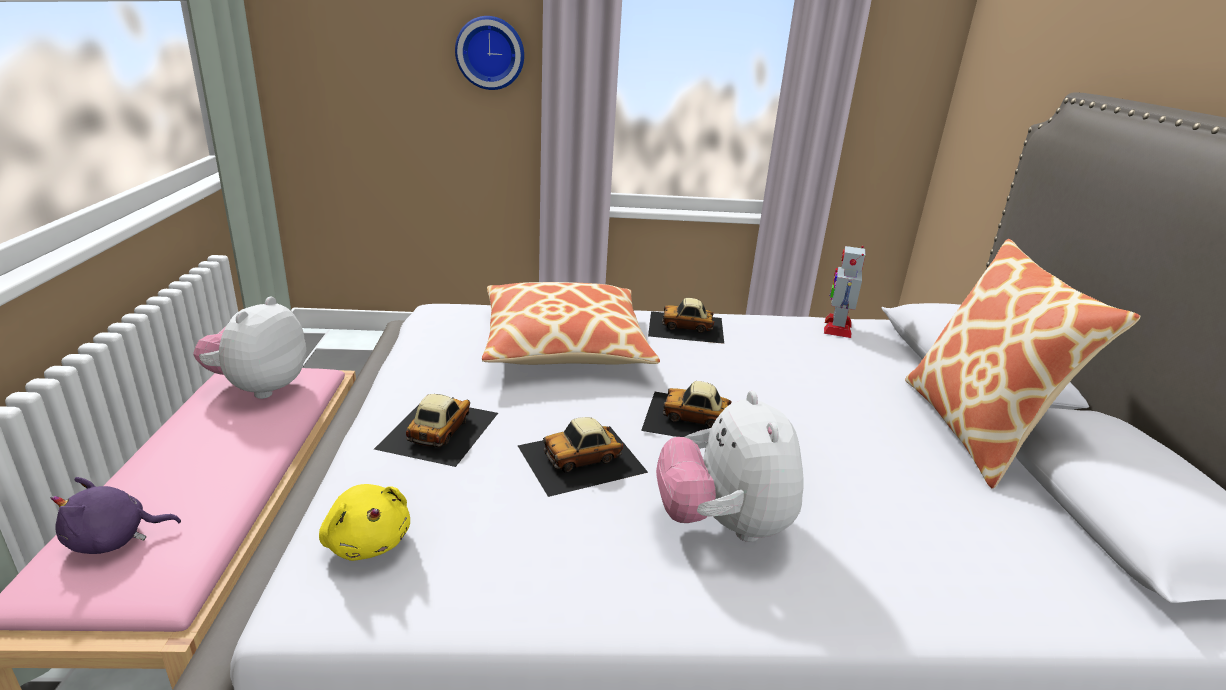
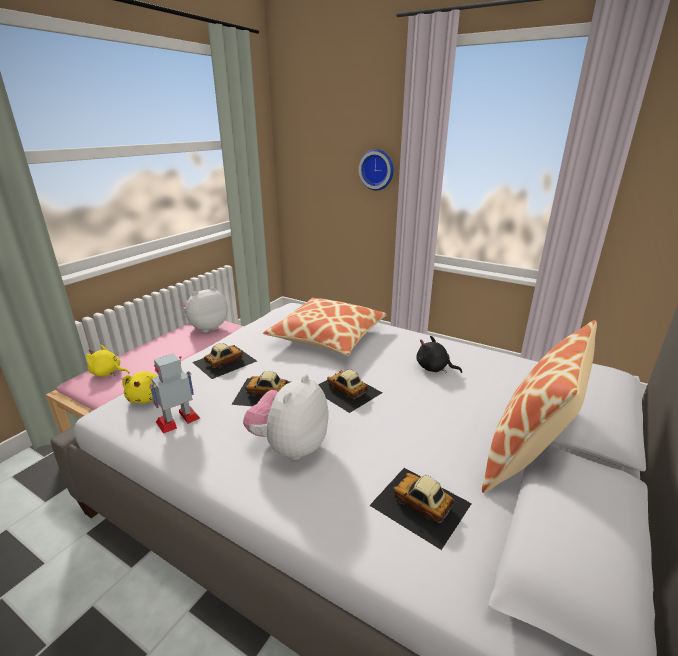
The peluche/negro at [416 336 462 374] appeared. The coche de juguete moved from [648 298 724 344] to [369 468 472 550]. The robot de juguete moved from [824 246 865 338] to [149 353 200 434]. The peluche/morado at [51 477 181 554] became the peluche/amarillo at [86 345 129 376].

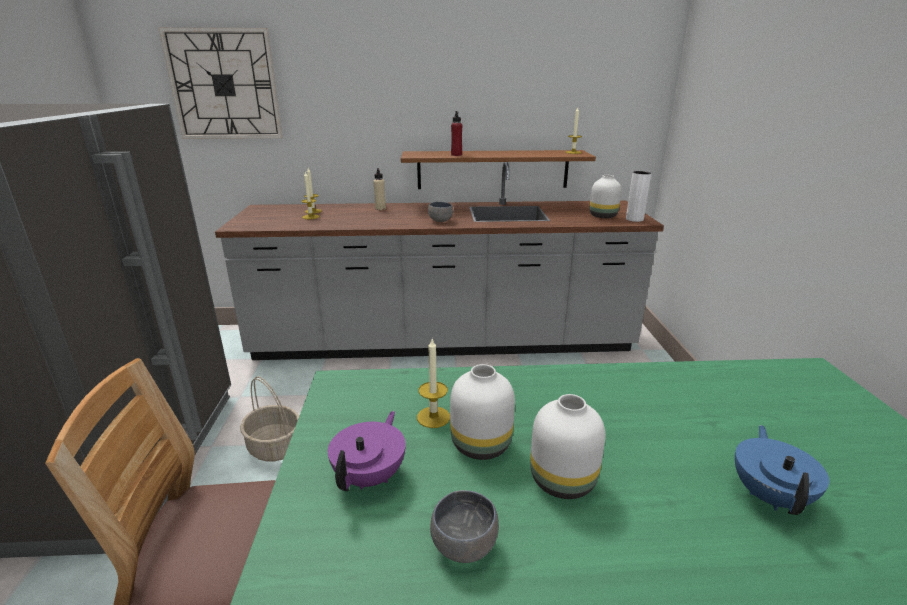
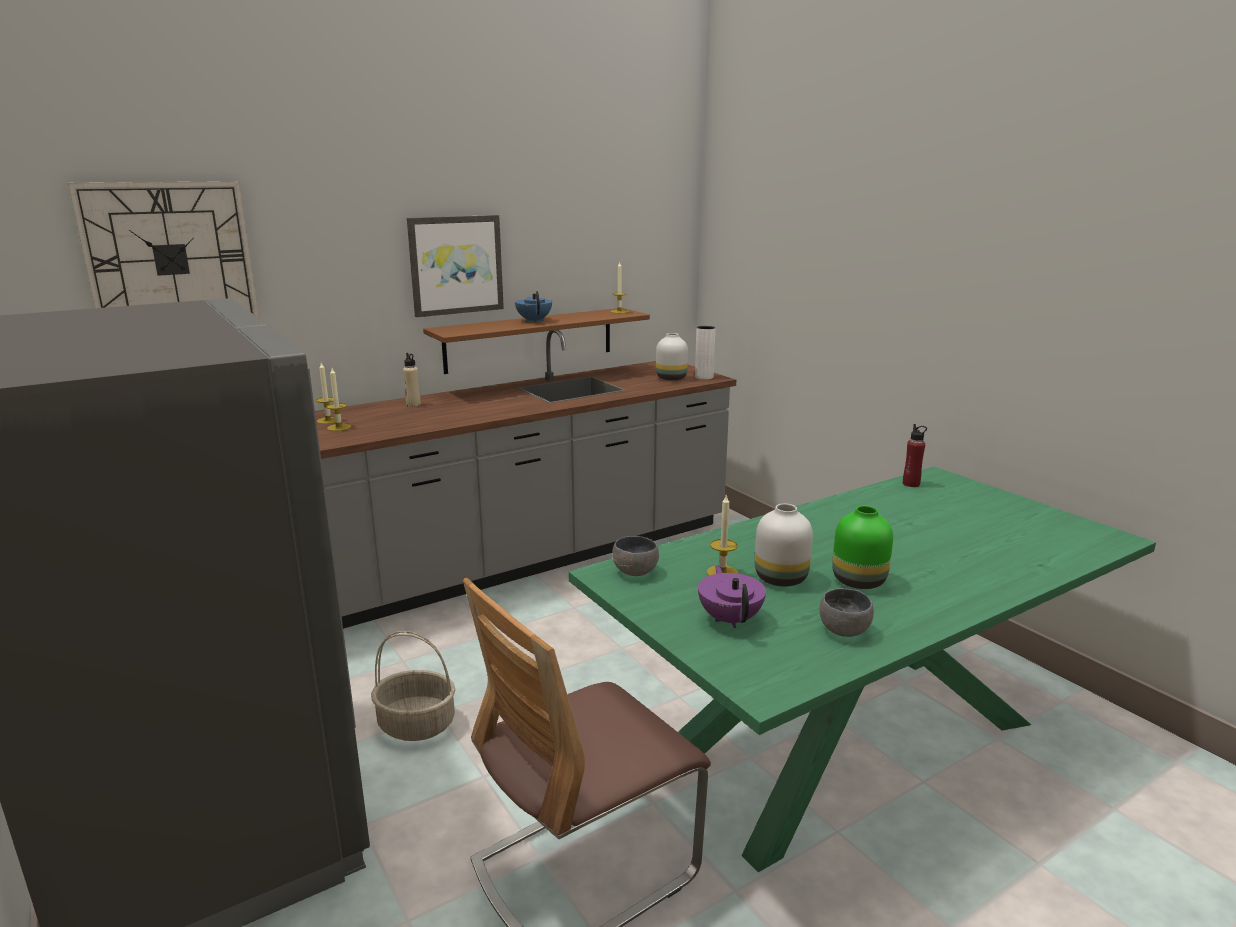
The cuadro at [407 215 504 317] appeared. The cuenco/gris moved from [428 202 453 222] to [612 536 659 576]. The botella/rojo moved from [451 111 462 156] to [903 424 927 487]. The tetera/azul moved from [735 425 829 515] to [515 291 552 323]. The florero/blanco at [530 394 605 499] became the florero/verde at [832 506 893 589].

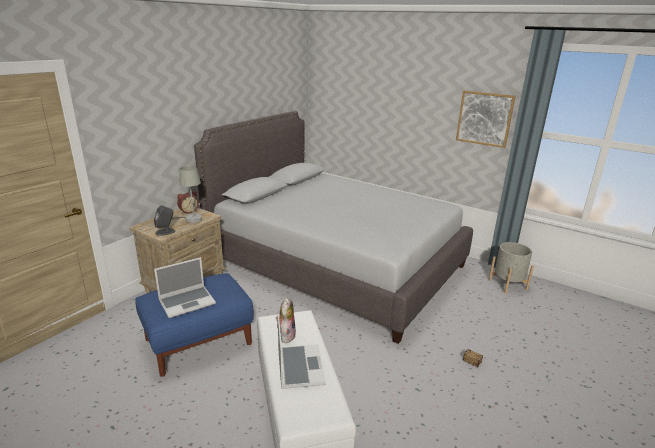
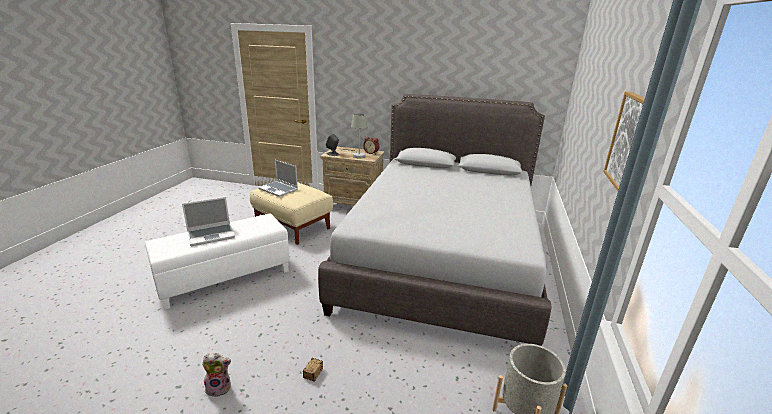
The peluche moved from [276 298 296 343] to [202 353 231 397]. The puf/azul at [135 273 254 377] became the puf/beis at [250 182 333 245].

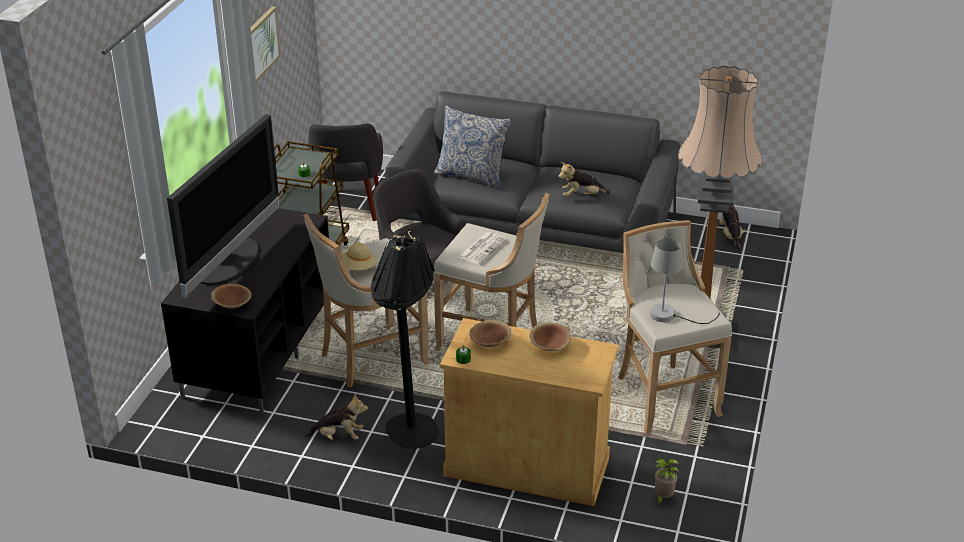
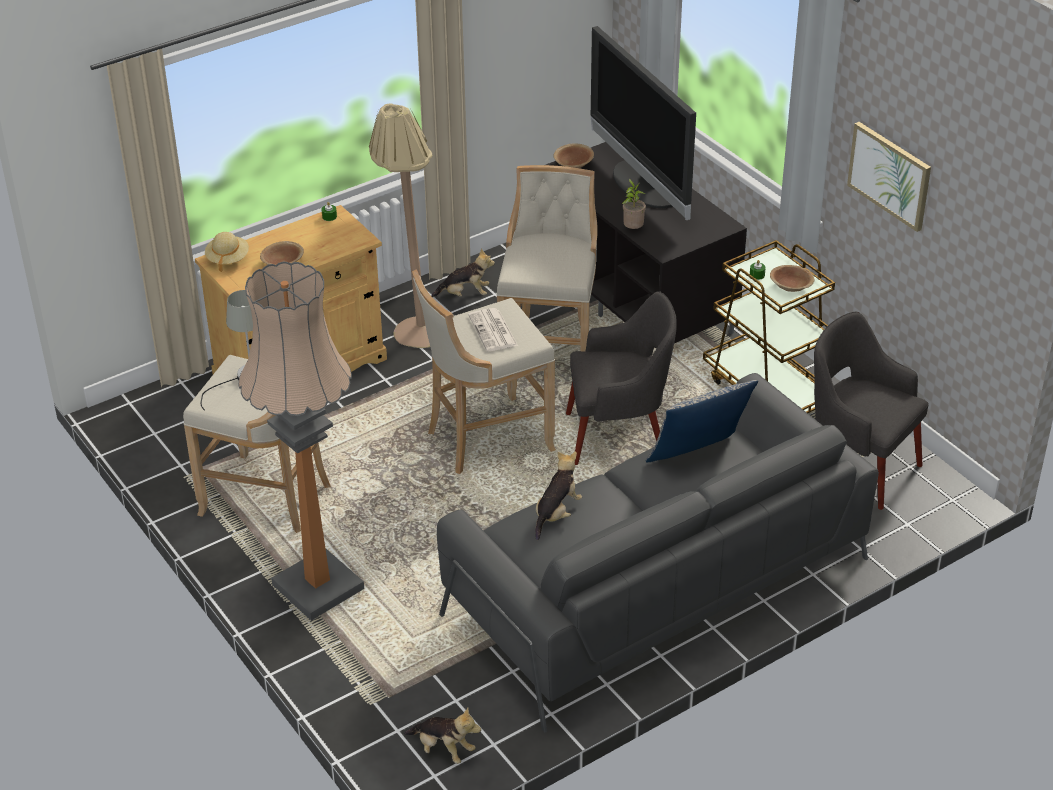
The sombrero/beis moved from [342 243 377 270] to [205 232 249 272]. The cuenco/marrón moved from [469 320 511 347] to [770 265 814 292]. The planta en maceta moved from [655 459 679 505] to [622 179 646 229]. The lámpara de pie/negro at [371 231 439 449] became the lámpara de pie/beis at [369 103 432 348]. The peluche at [305 393 368 440] turned 135 degrees counterclockwise.

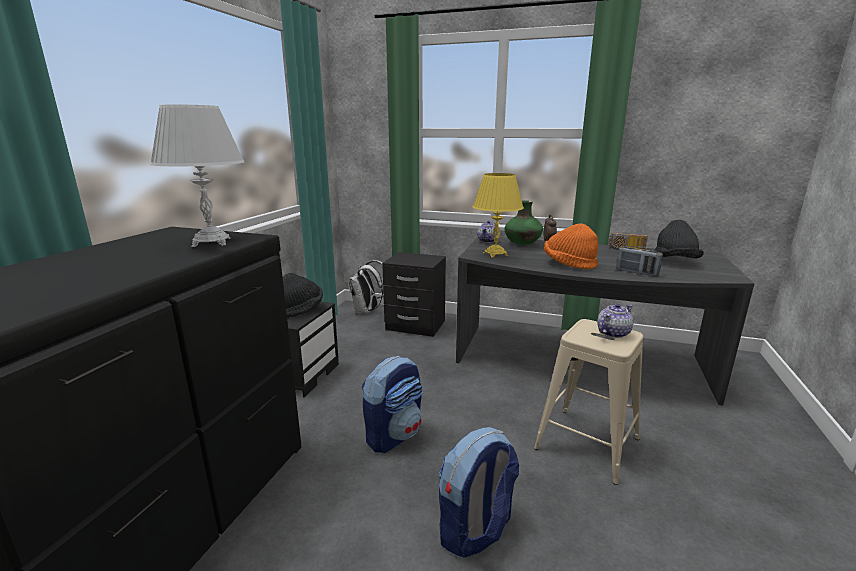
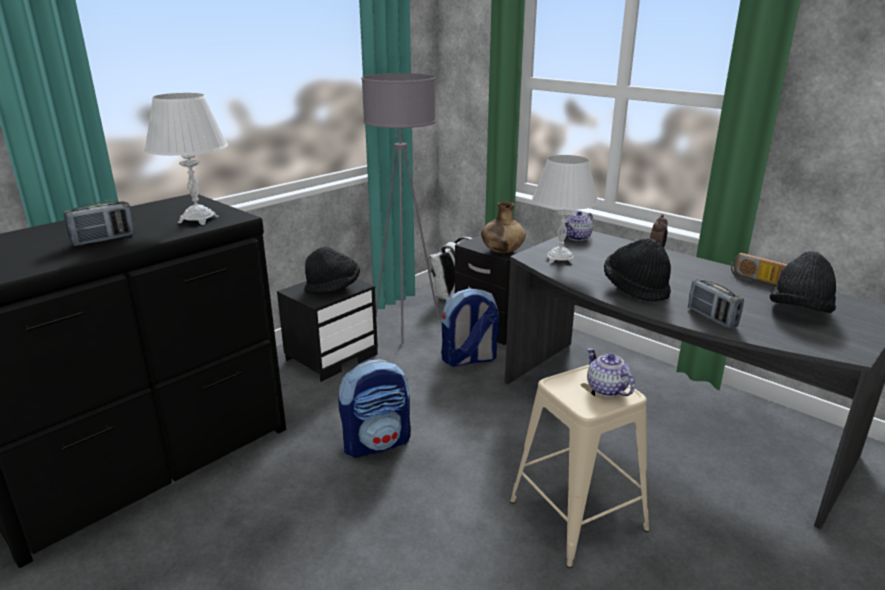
The florero/verde at [504 200 543 245] disappeared. The radio at [63 201 135 246] appeared. The lámpara de pie/gris at [362 73 439 344] appeared. The florero/marrón at [481 202 526 253] appeared. The mochila moved from [439 427 519 558] to [441 288 499 367]. The lámpara de mesa/amarillo at [472 173 524 258] became the lámpara de mesa/blanco at [532 155 598 264]. The sombrero/naranja at [544 223 598 270] became the sombrero/negro at [604 238 671 302]. The tetera at [597 303 633 338] turned 105 degrees counterclockwise.

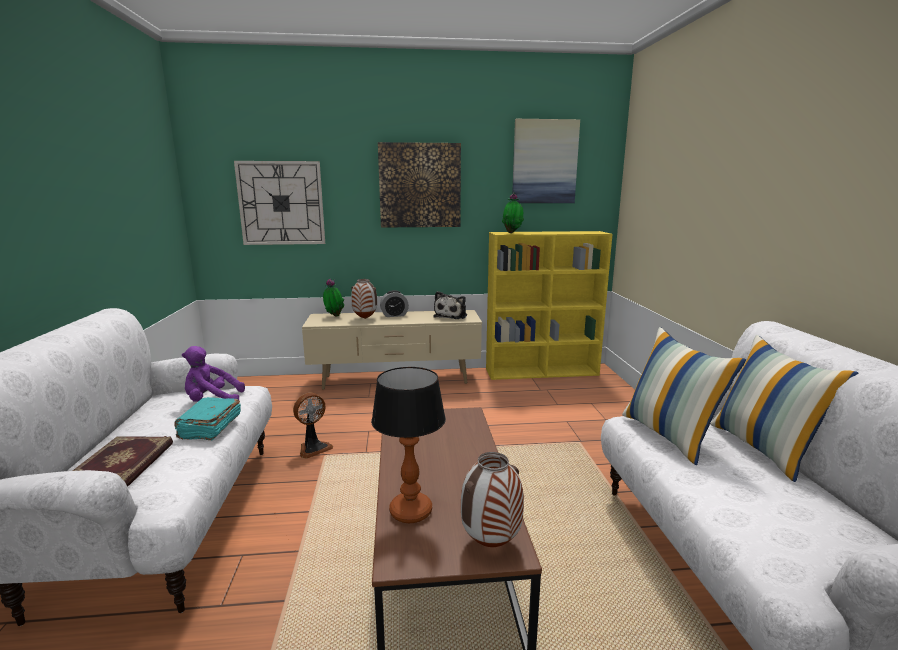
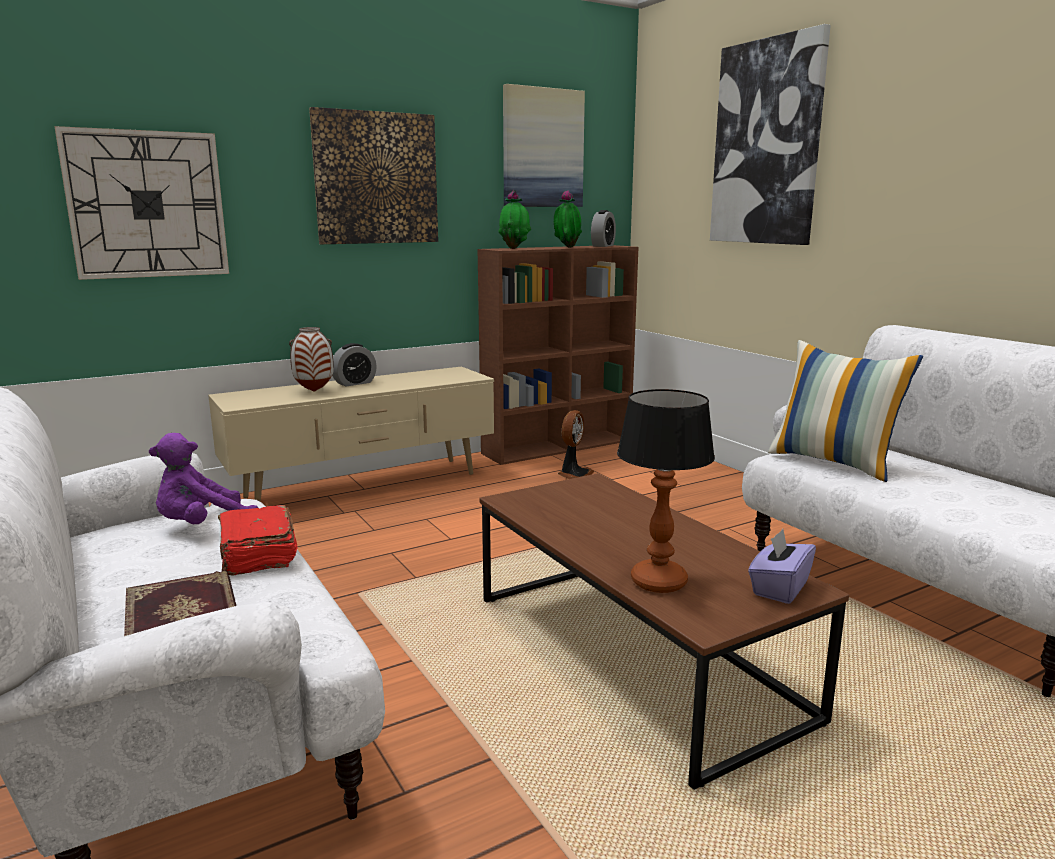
The peluche at [433 291 467 319] disappeared. The cojín at [710 335 858 482] disappeared. The despertador at [591 210 616 247] appeared. The cuadro at [710 24 831 245] appeared. The ventilador moved from [293 393 333 459] to [558 410 594 479]. The planta en maceta moved from [323 279 344 317] to [554 190 582 248]. The florero at [461 452 524 547] was replaced by the caja de pañuelos/morado at [748 529 816 604]. The libro/turquesa at [174 397 241 440] became the libro/rojo at [218 505 297 575]. The estantería/amarillo at [486 231 613 380] became the estantería/marrón at [478 245 639 465].

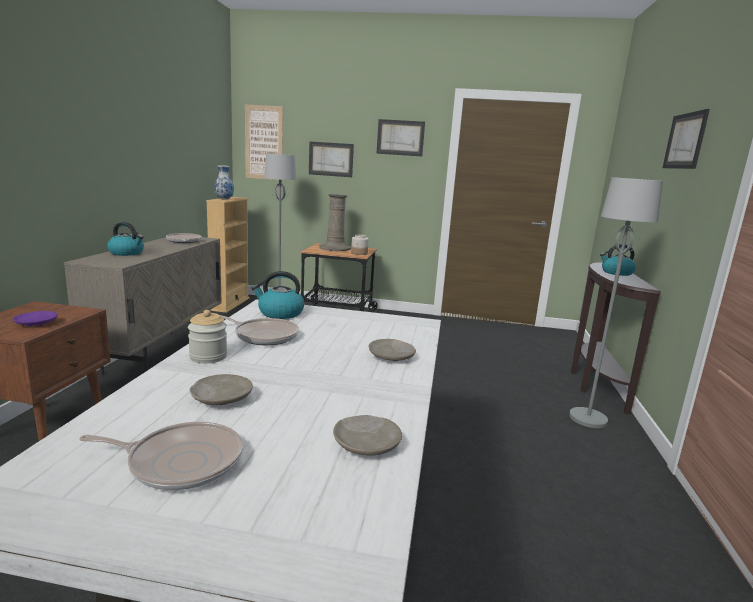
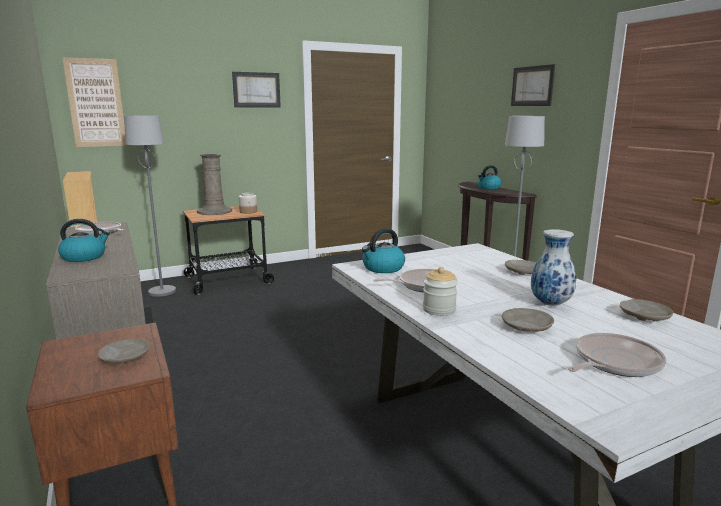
The cuadro at [309 141 354 177] disappeared. The florero moved from [215 165 234 200] to [531 229 576 306]. The plato/morado at [12 311 57 327] became the plato/beis at [98 339 150 363].

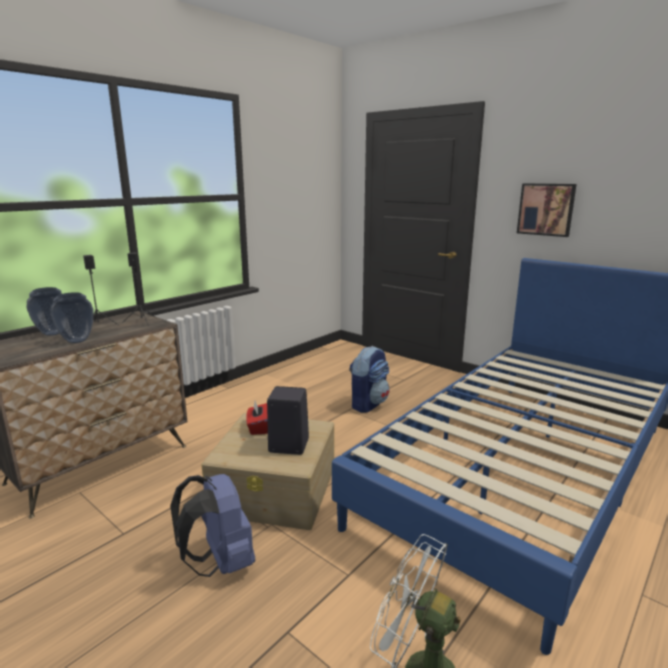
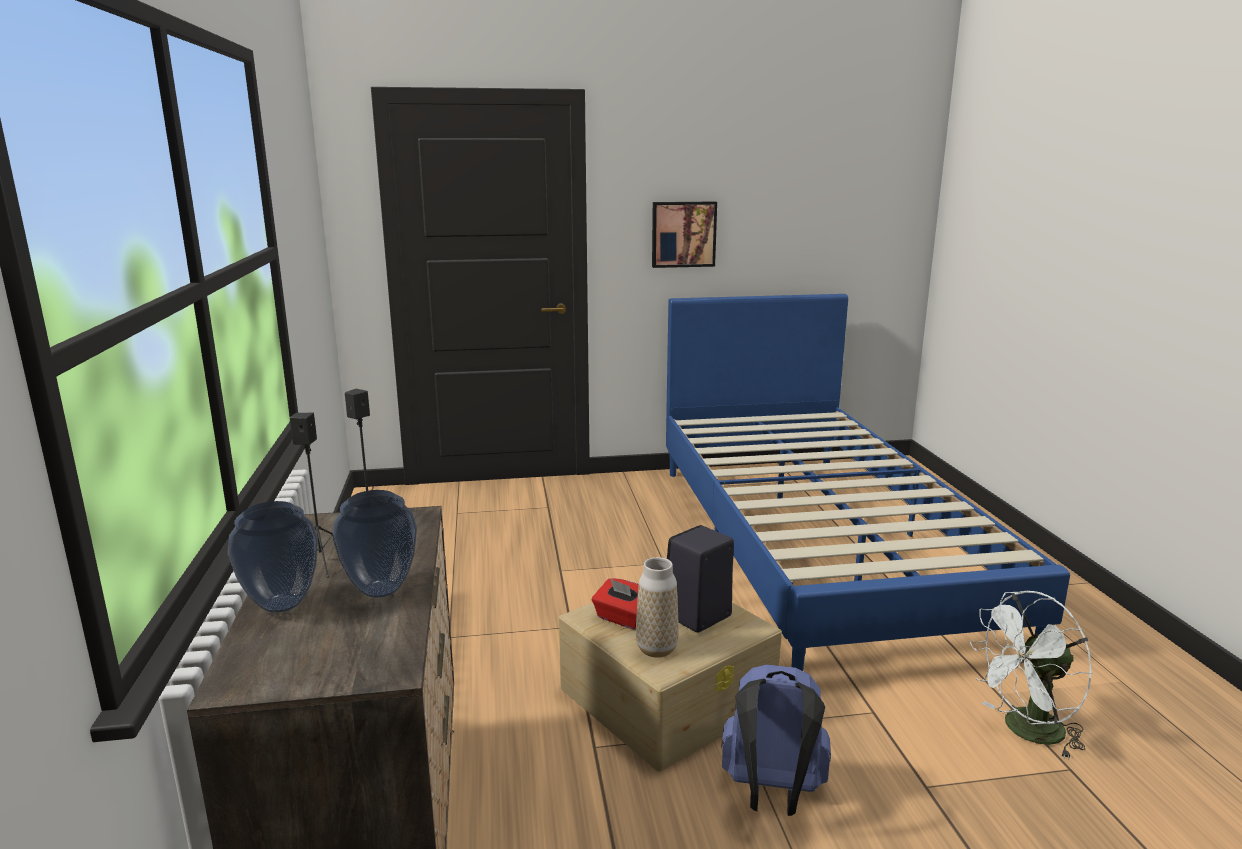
The mochila at [349 346 390 413] disappeared. The florero at [636 557 679 658] appeared.

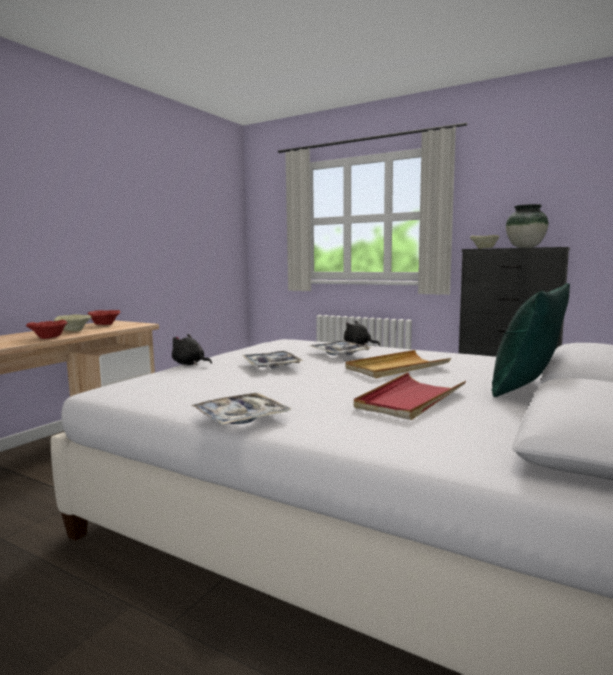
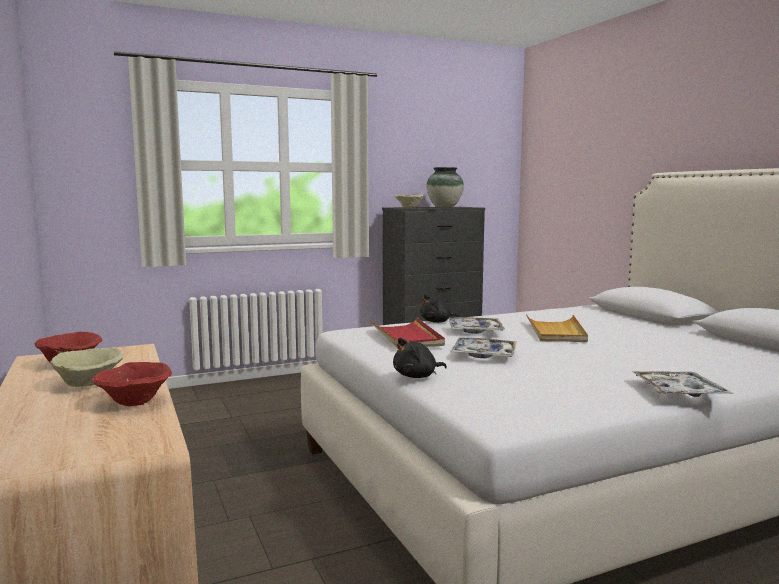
The cojín/verde at [492 283 570 397] disappeared. The bandeja/rojo moved from [354 372 466 420] to [370 317 445 349].

